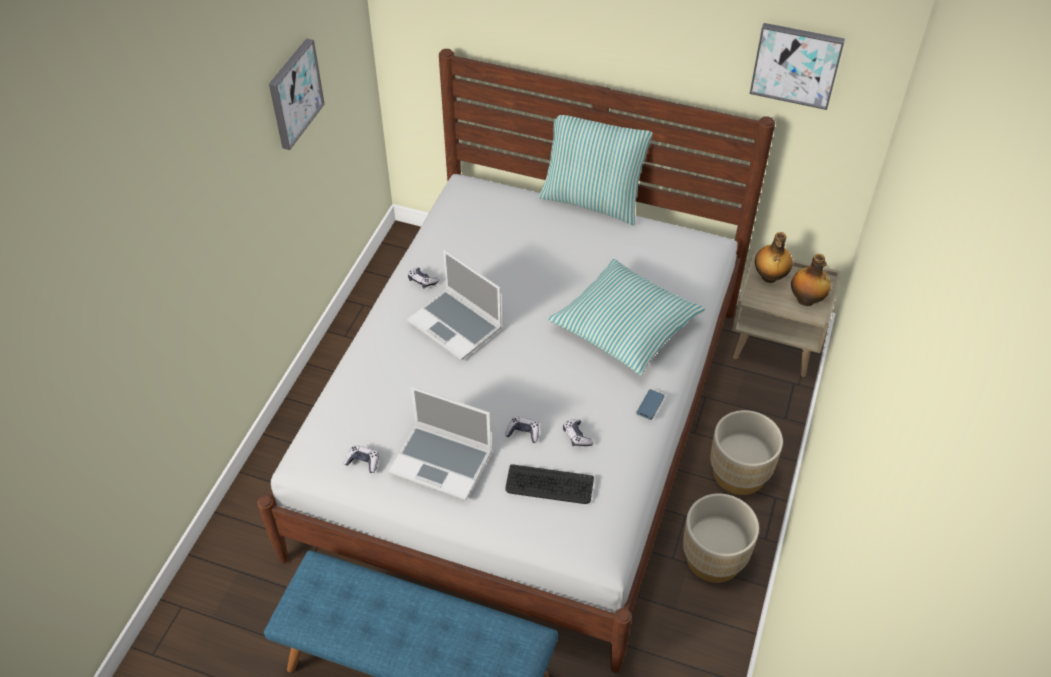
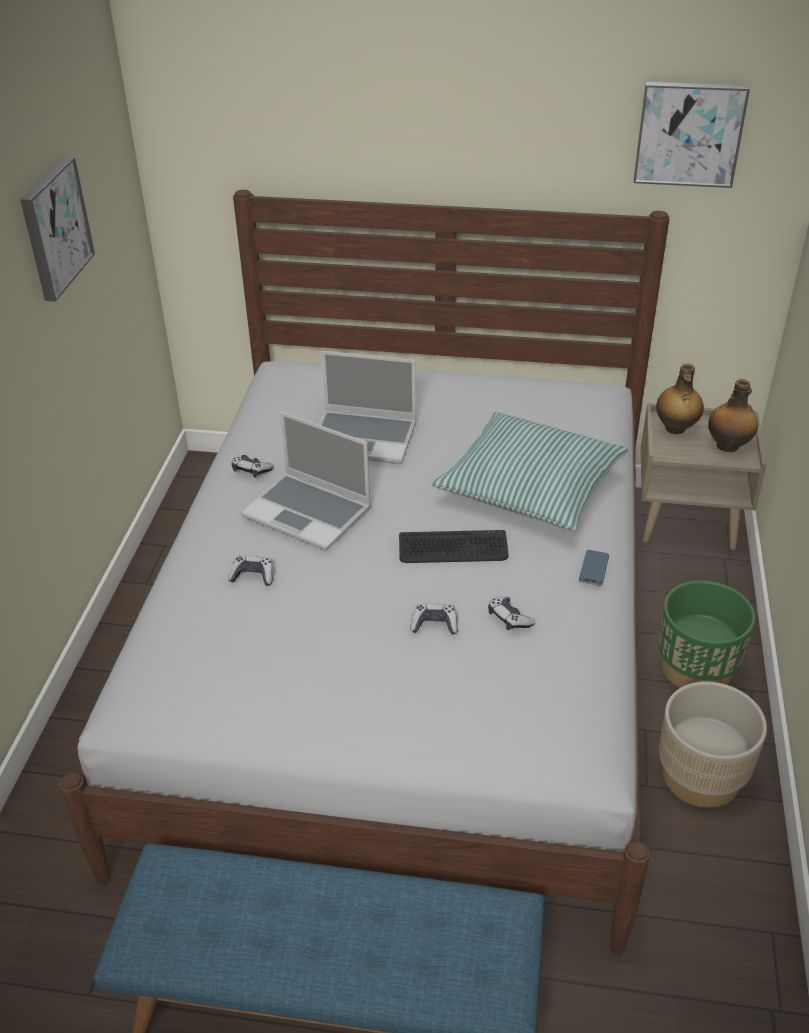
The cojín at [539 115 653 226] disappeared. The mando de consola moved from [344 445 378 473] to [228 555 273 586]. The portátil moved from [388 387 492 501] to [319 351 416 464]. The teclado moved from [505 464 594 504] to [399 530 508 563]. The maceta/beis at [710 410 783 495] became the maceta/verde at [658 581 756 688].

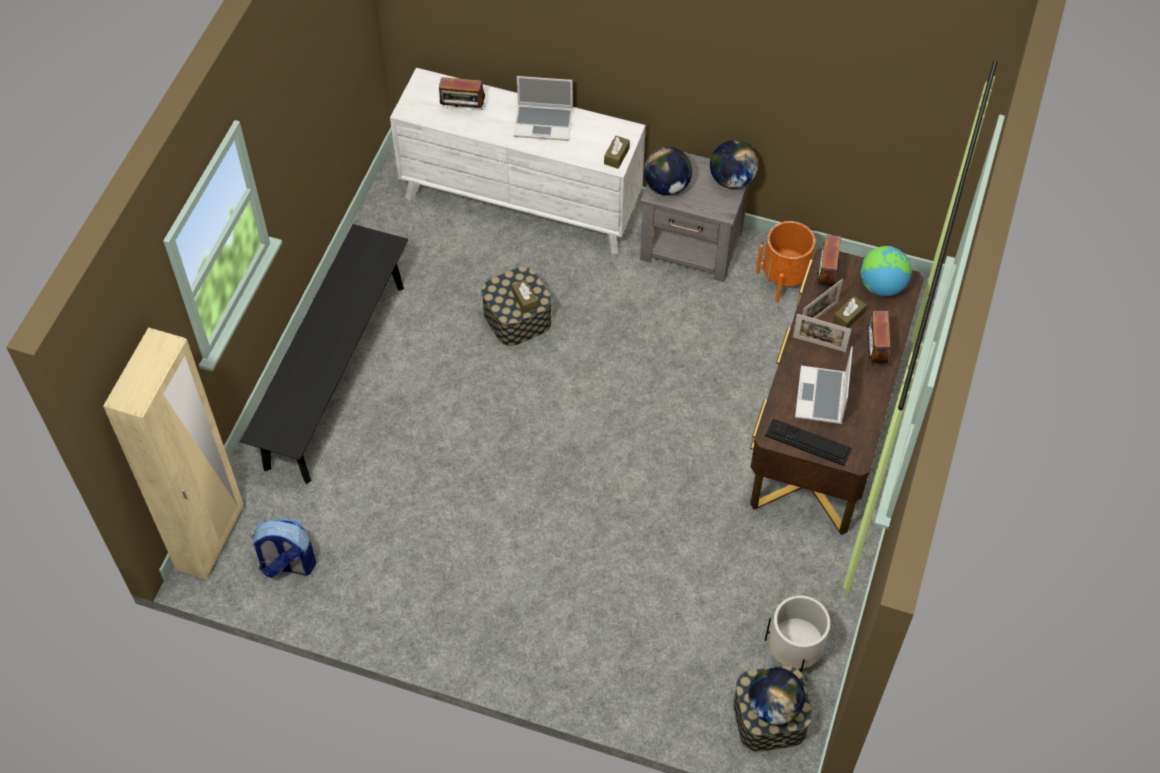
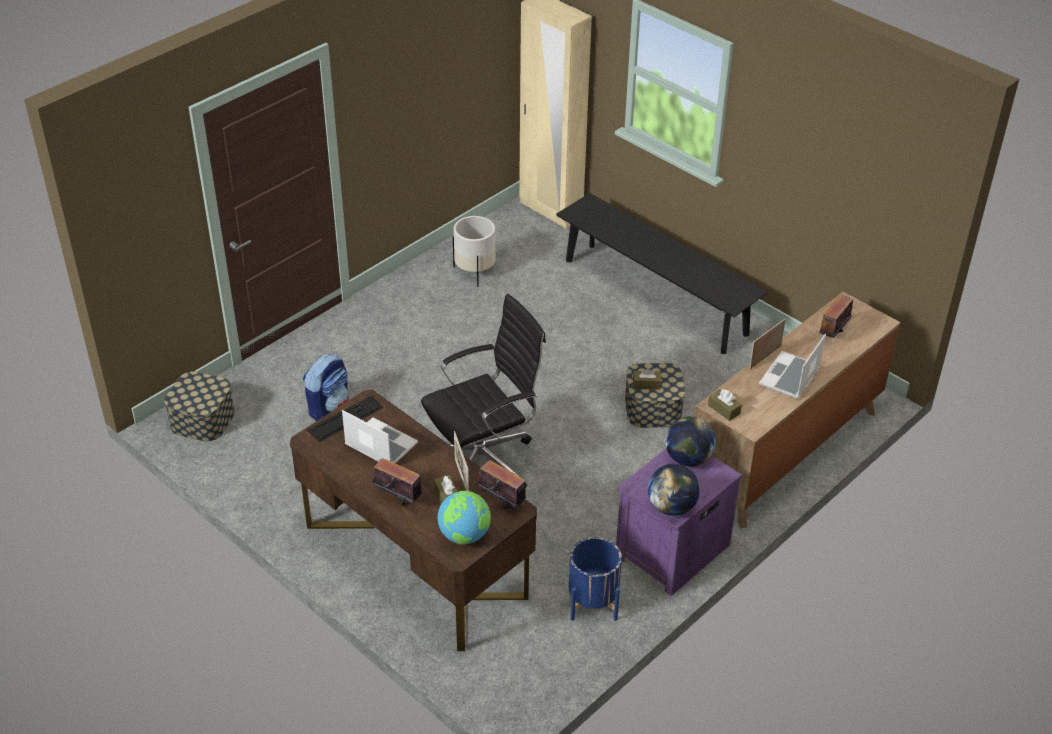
The globo terráqueo at [748 667 805 725] disappeared. The silla de oficina/negro at [421 294 546 488] appeared. The mochila moved from [251 519 316 578] to [303 354 349 421]. The maceta/blanco moved from [765 595 830 673] to [453 216 496 287]. The portarretratos moved from [793 314 852 352] to [749 319 786 369]. The cómoda/blanco at [390 68 645 254] became the cómoda/marrón at [694 292 901 528]. The mesita de noche/gris at [640 147 749 282] became the mesita de noche/morado at [616 449 742 596]. The maceta/naranja at [756 221 815 302] became the maceta/azul at [569 537 622 621].

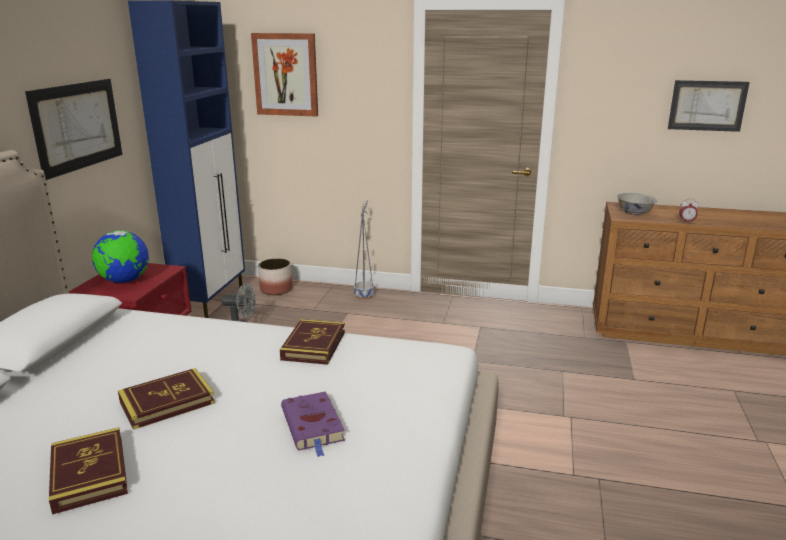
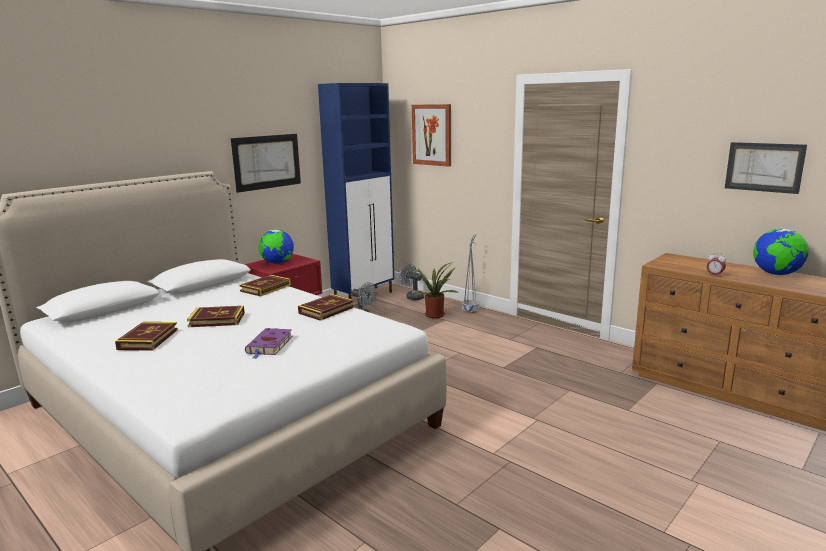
The cuenco/blanco at [617 193 657 215] disappeared. The libro at [239 275 291 296] appeared. The planta en maceta at [407 262 458 318] appeared. The globo terráqueo at [753 228 809 275] appeared. The maceta at [258 258 292 295] was replaced by the ventilador/gris at [400 263 424 300].

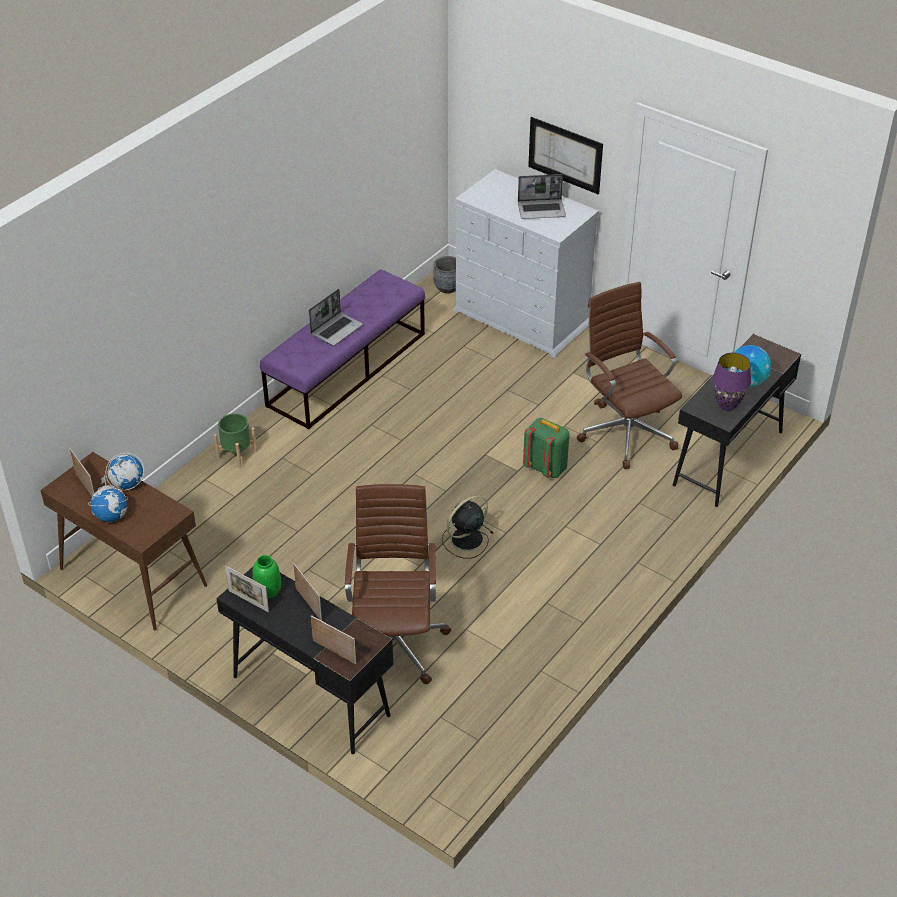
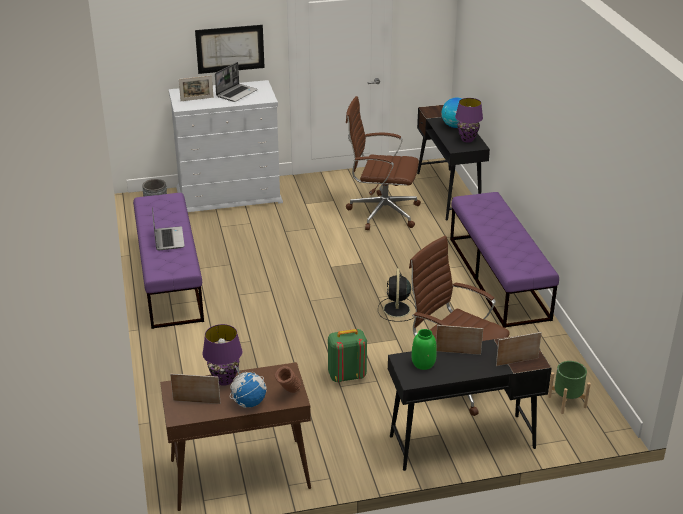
The florero/marrón at [275 366 301 393] appeared. The banco/morado at [450 192 559 328] appeared. The maceta/verde moved from [214 413 257 468] to [548 361 591 414]. The portarretratos moved from [225 565 269 613] to [179 75 213 101]. The mochila/verde moved from [523 418 570 478] to [328 329 367 382]. The globo terráqueo at [105 453 144 490] was replaced by the lámpara de mesa/morado at [203 324 242 386].

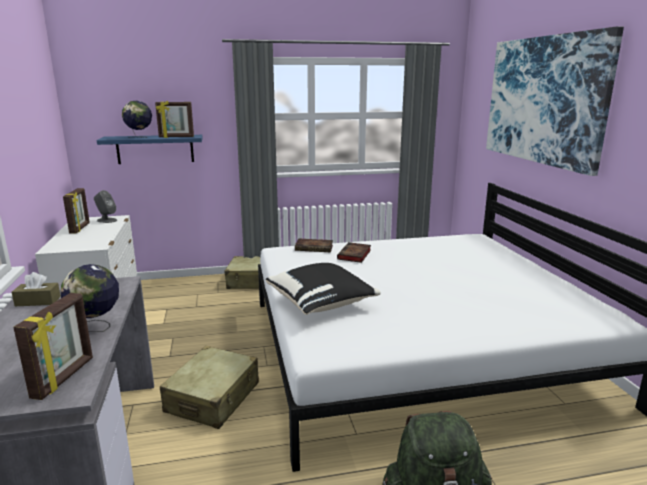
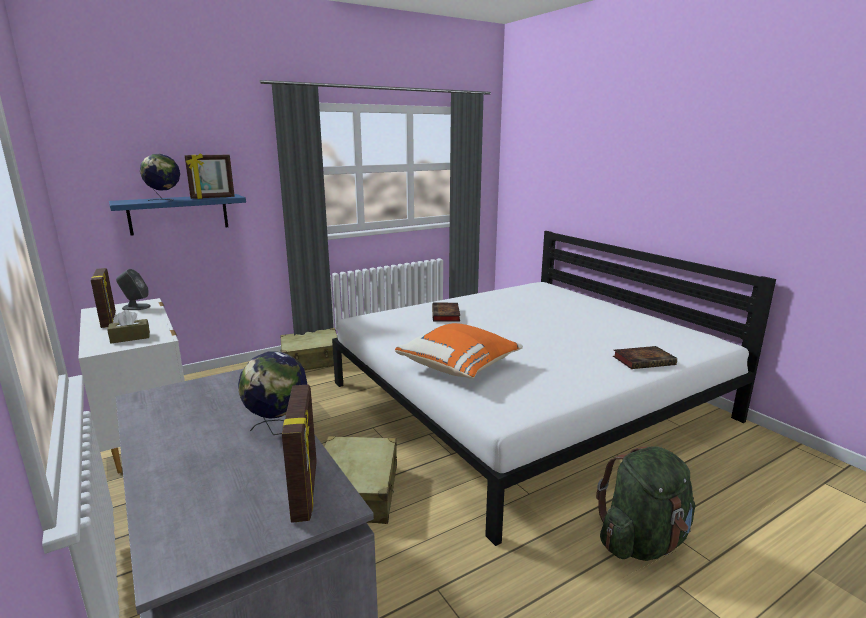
The cuadro at [486 26 624 176] disappeared. The caja de pañuelos/marrón moved from [12 272 61 306] to [107 310 150 343]. The libro moved from [295 238 333 252] to [613 346 677 369]. The cojín/negro at [266 263 381 315] became the cojín/naranja at [395 323 523 379].

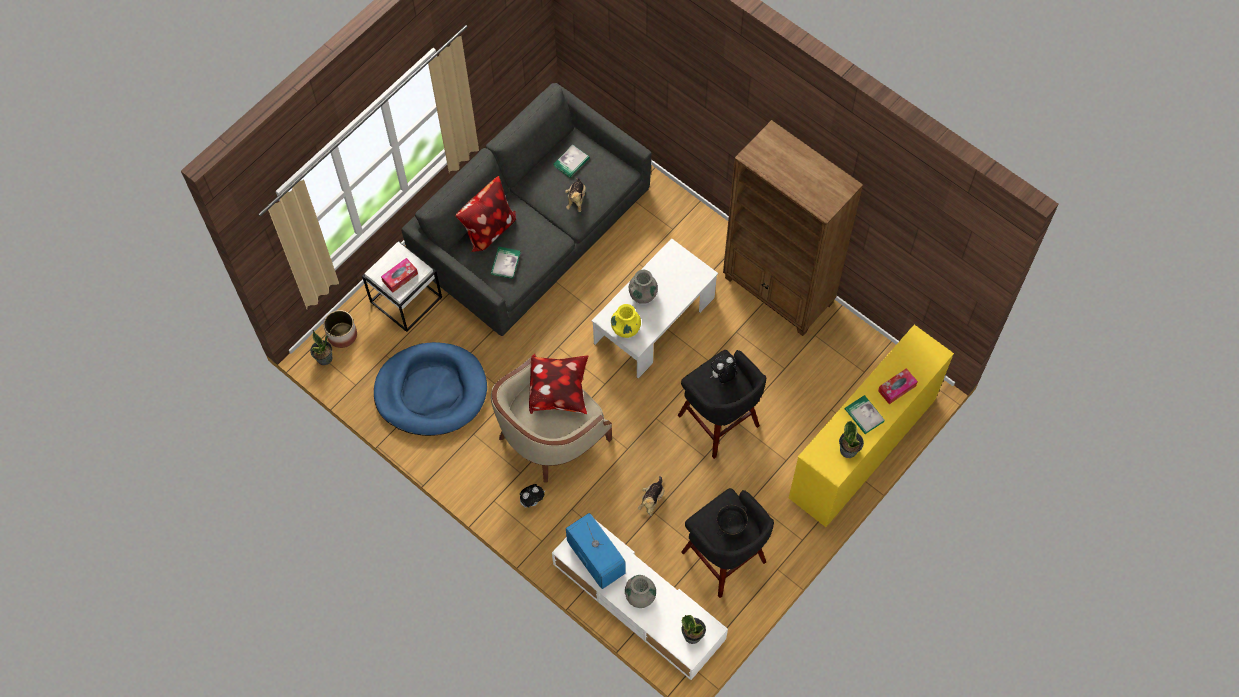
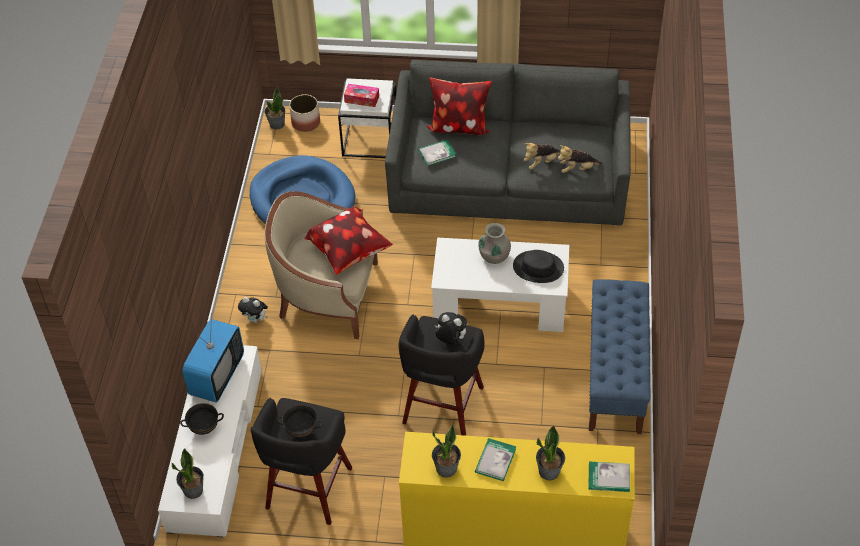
The florero/amarillo at [611 304 641 338] disappeared. The sombrero/negro at [513 250 564 283] appeared. The libro moved from [554 145 590 178] to [589 462 630 492]. The peluche moved from [638 476 664 516] to [558 145 603 173]. The florero/gris at [625 575 656 608] was replaced by the cuenco/negro at [180 403 224 435]. The estantería/marrón at [723 120 863 336] was replaced by the banco/azul at [589 279 650 434]. The caja de pañuelos at [878 368 918 404] was replaced by the planta en maceta at [536 426 565 480].

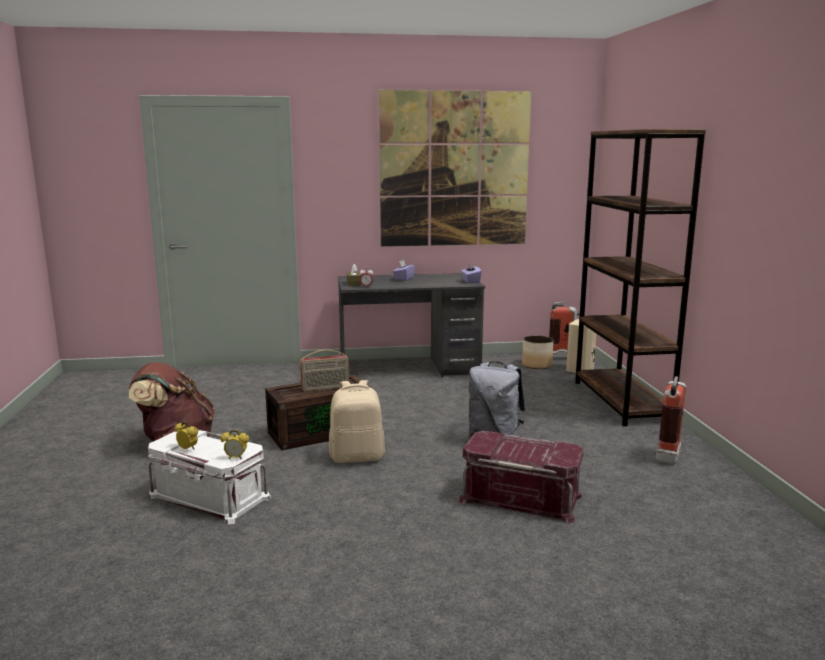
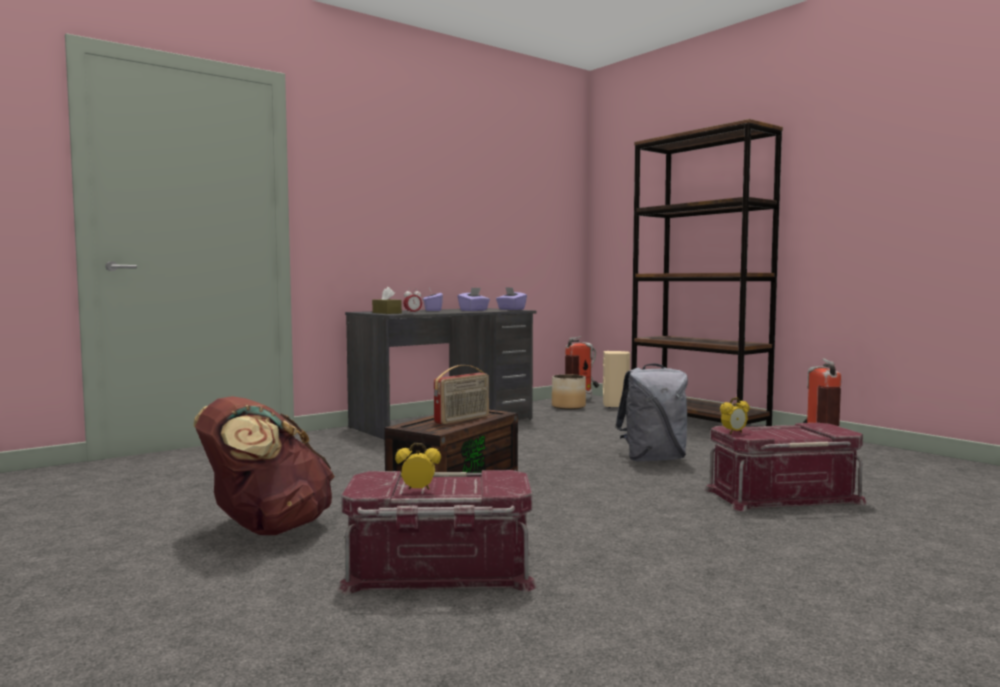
The mochila/beis at [329 380 385 463] disappeared. The cuadro at [379 90 531 247] disappeared. The caja de pañuelos/morado at [458 288 490 311] appeared. The despertador moved from [220 430 249 460] to [720 397 750 434]. The caja de almacenaje/blanco at [148 428 271 525] became the caja de almacenaje/rojo at [337 470 537 595].

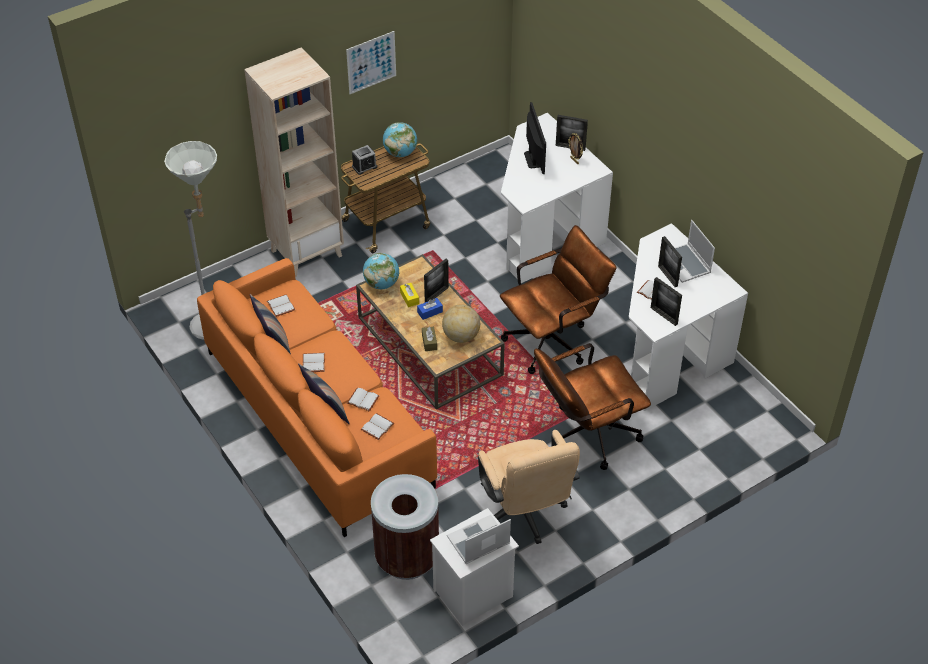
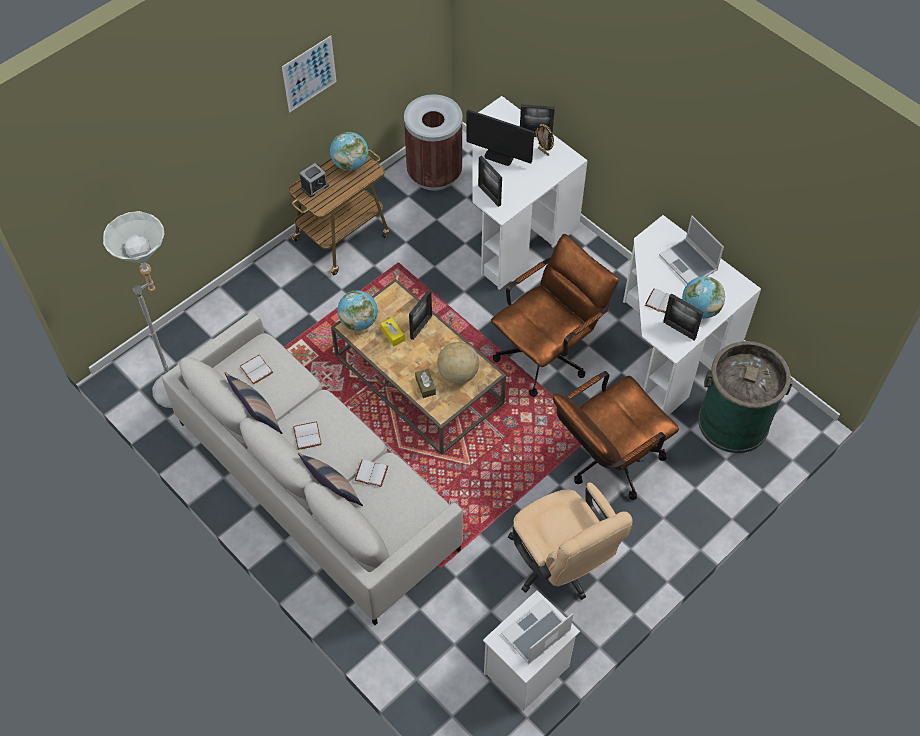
The estantería/beis at [244 47 344 277] disappeared. The libro/blanco at [361 413 394 440] disappeared. The caja de pañuelos/azul at [417 298 443 320] disappeared. The globo terráqueo at [682 276 725 319] appeared. The papelera/verde at [698 341 793 453] appeared. The papelera/marrón moved from [371 474 439 580] to [404 94 462 191]. The portarretratos moved from [658 236 682 287] to [478 156 502 207]. The sofá/naranja at [197 258 437 537] became the sofá/gris at [162 312 463 625]. The monitor at [524 102 546 174] turned 135 degrees clockwise.

